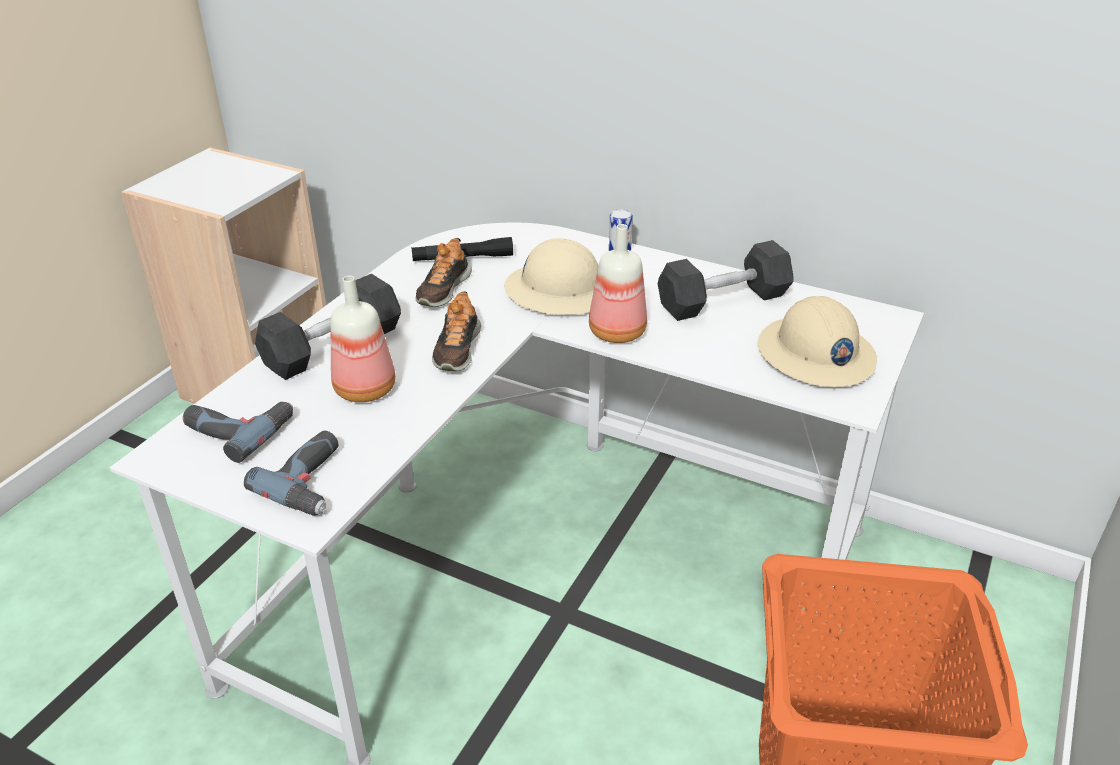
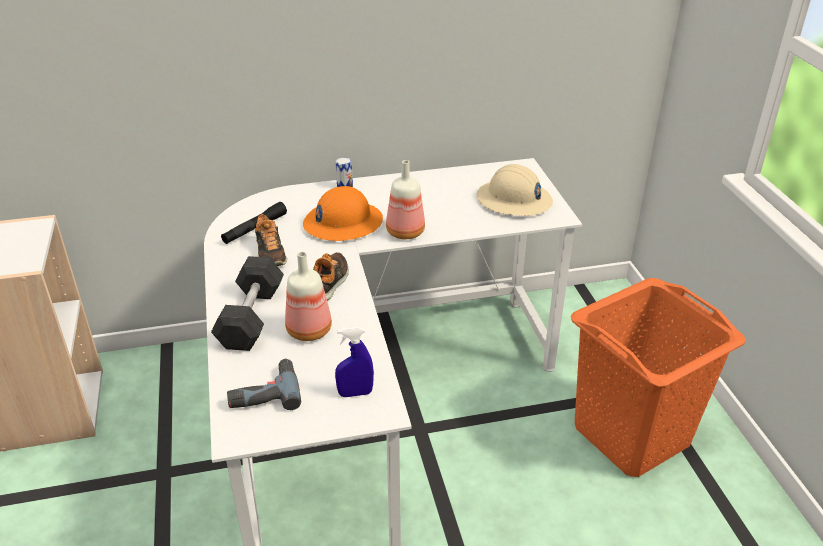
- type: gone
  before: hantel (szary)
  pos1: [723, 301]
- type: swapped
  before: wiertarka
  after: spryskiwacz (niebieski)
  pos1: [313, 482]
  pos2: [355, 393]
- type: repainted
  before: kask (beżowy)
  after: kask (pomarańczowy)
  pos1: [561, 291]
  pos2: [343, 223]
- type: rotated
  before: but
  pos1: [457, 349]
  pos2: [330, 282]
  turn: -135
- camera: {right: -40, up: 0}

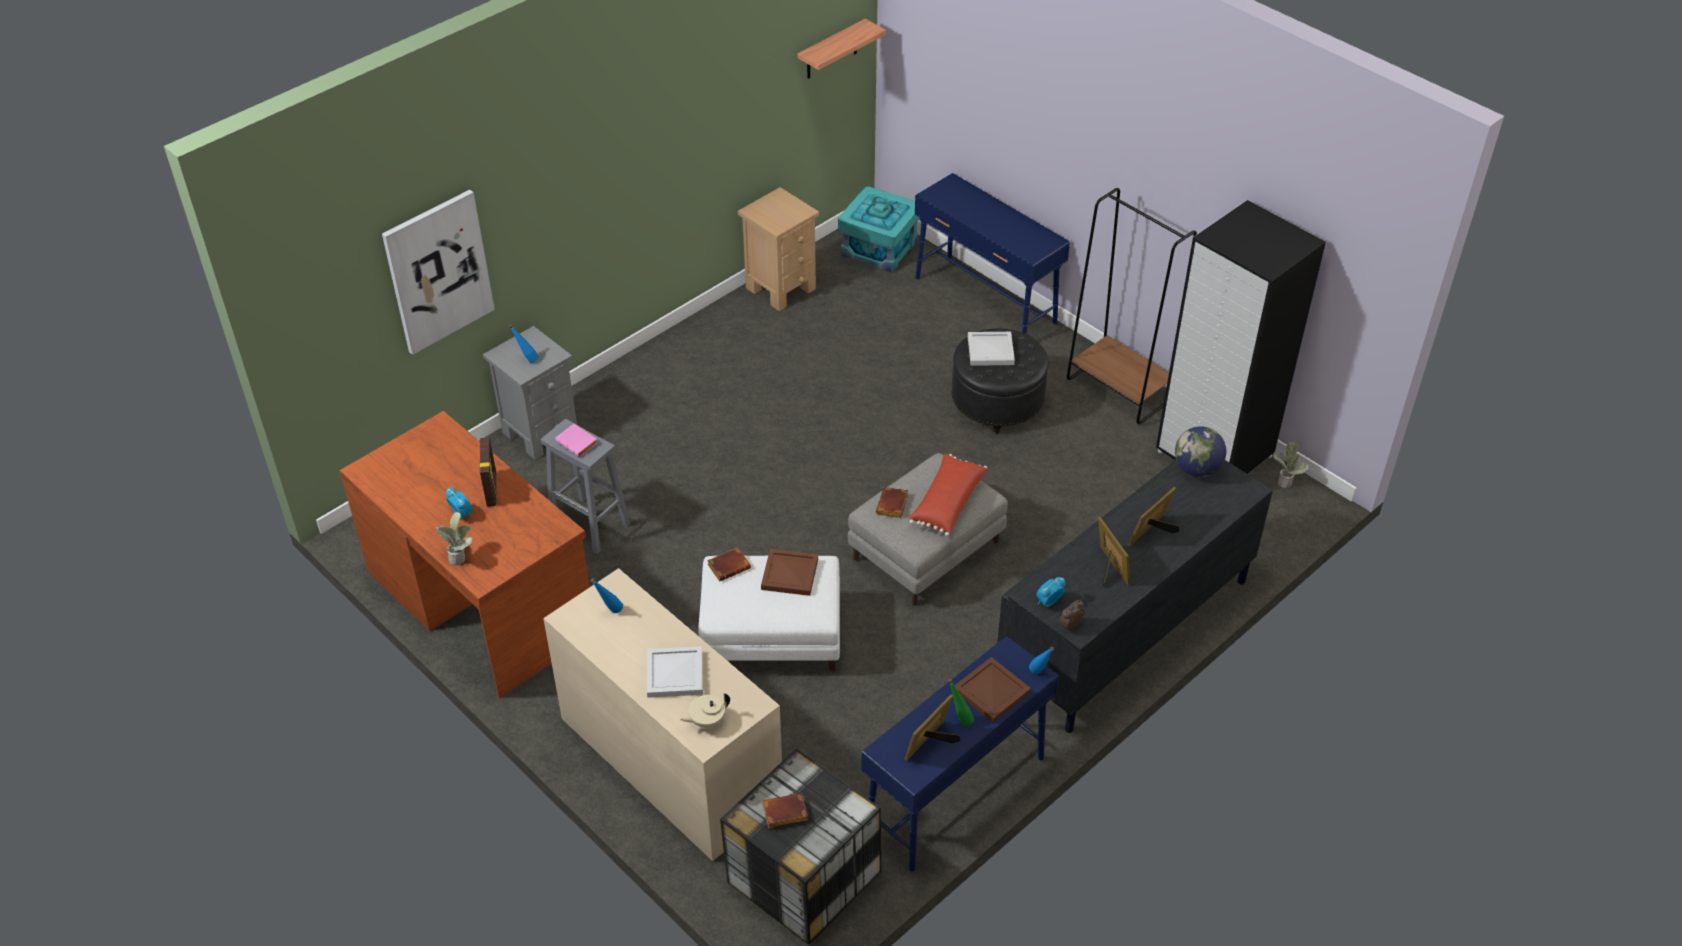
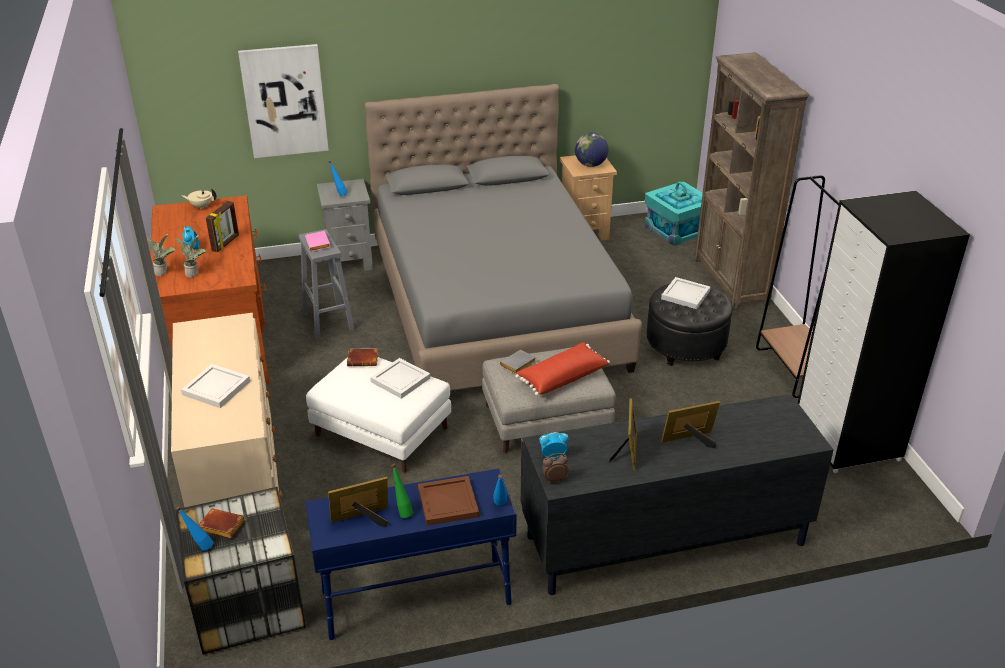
- type: gone
  before: półka
  pos1: [831, 50]
- type: new
  after: łóżko (szary)
  pos2: [495, 304]
- type: shifted
  before: butelka (niebieski)
  pos1: [609, 611]
  pos2: [199, 547]
- type: shifted
  before: imbryk (beżowy)
  pos1: [706, 721]
  pos2: [201, 206]
- type: shifted
  before: globus
  pos1: [1197, 469]
  pos2: [590, 165]
- type: shifted
  before: roślina doniczkowa
  pos1: [1285, 480]
  pos2: [195, 273]
- type: swapped
  before: stolik konsolowy (niebieski)
  after: regał (brązowy)
  pos1: [984, 301]
  pos2: [730, 282]
- type: repainted
  before: taca (brązowy)
  after: taca (biały)
  pos1: [789, 574]
  pos2: [399, 380]
- type: repainted
  before: książka (brązowy)
  after: książka (szary)
  pos1: [893, 506]
  pos2: [518, 365]
- camera: {right: 30, up: -10}

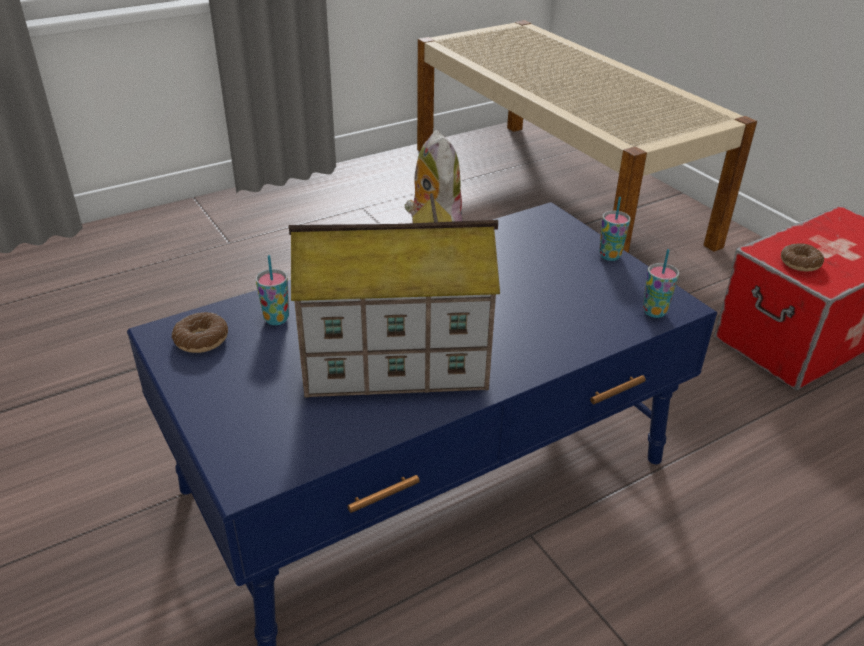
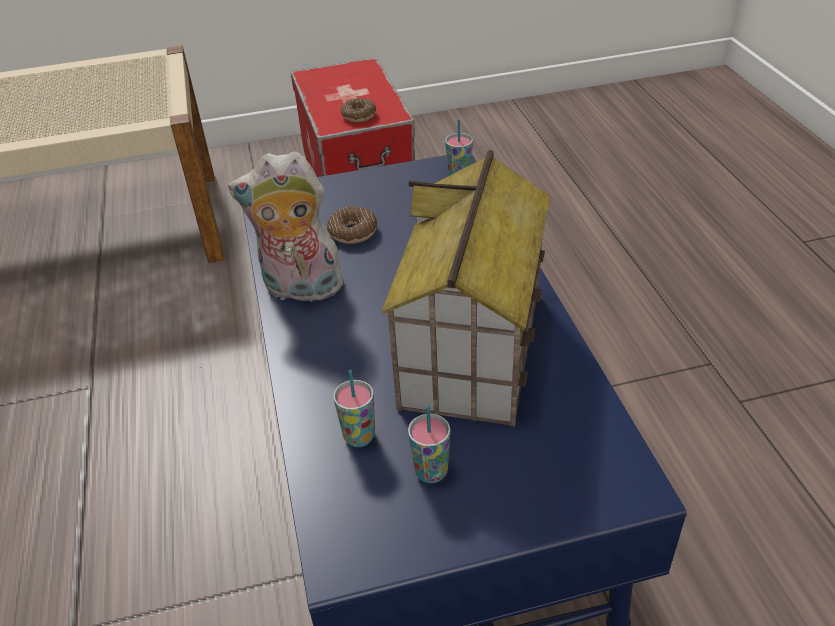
- type: shifted
  before: donut
  pos1: [201, 340]
  pos2: [353, 232]
- type: shifted
  before: filiżanka
  pos1: [609, 256]
  pos2: [431, 472]
- camera: {right: -70, up: 5}

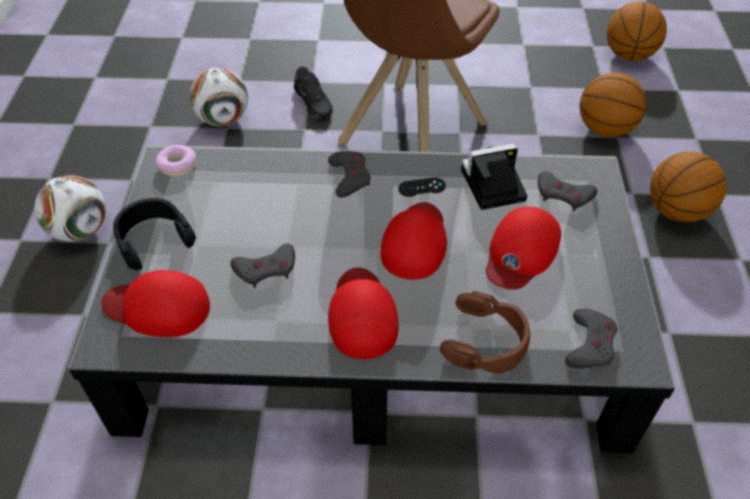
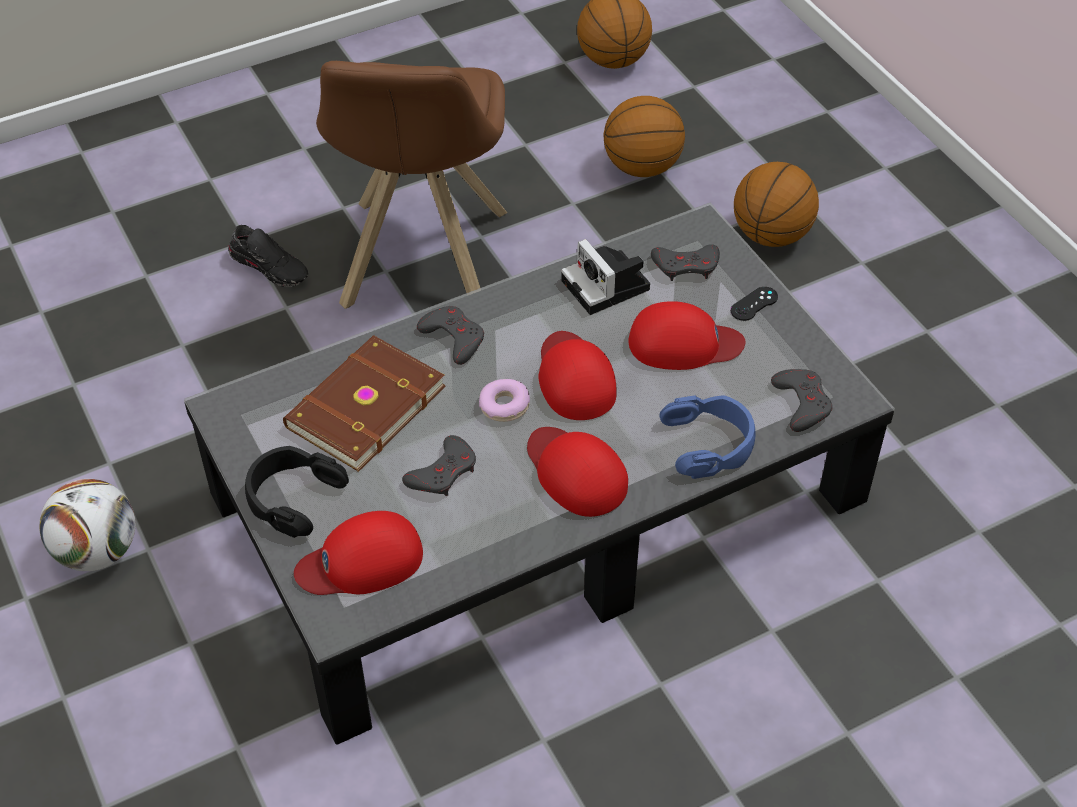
- type: gone
  before: piłka futbolowa
  pos1: [223, 119]
- type: new
  after: książka (brązowy)
  pos2: [363, 406]
- type: shifted
  before: donut
  pos1: [177, 165]
  pos2: [504, 406]
- type: shifted
  before: pad do gier (czarny)
  pos1: [422, 187]
  pos2: [754, 304]
- type: repainted
  before: słuchawki (brązowy)
  after: słuchawki (niebieski)
  pos1: [486, 341]
  pos2: [709, 443]
- type: rotated
  before: aparat fotograficzny
  pos1: [490, 186]
  pos2: [608, 286]
  turn: -75
- type: rotated
  before: czapka z daszkiem (czerwony)
  pos1: [520, 252]
  pos2: [683, 343]
  turn: -90
- camera: {right: -30, up: 0}

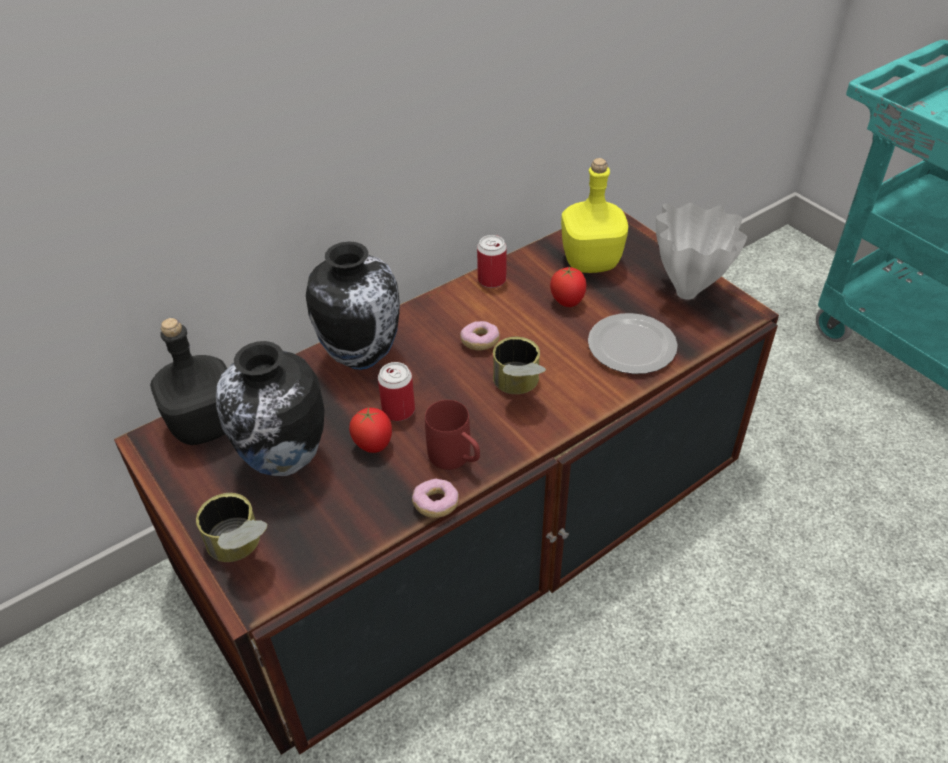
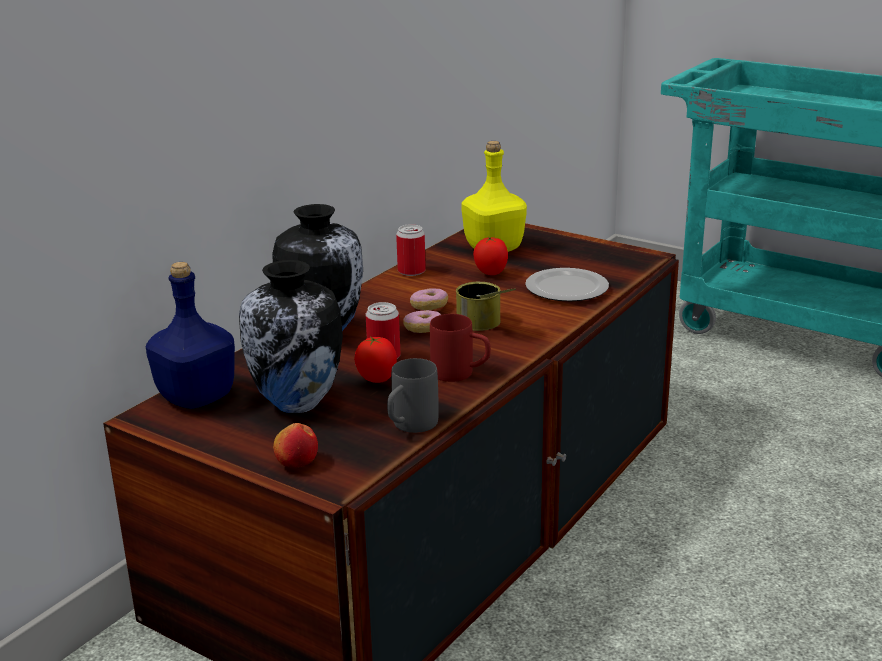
- type: gone
  before: wazon (biały)
  pos1: [687, 294]
- type: new
  after: kubek (szary)
  pos2: [409, 426]
- type: shifted
  before: donut
  pos1: [436, 504]
  pos2: [423, 329]
- type: swapped
  before: puszka
  after: jabłko
  pos1: [240, 550]
  pos2: [296, 462]
- type: repainted
  before: butelka (czarny)
  after: butelka (niebieski)
  pos1: [205, 424]
  pos2: [195, 397]
- camera: {right: -20, up: -20}

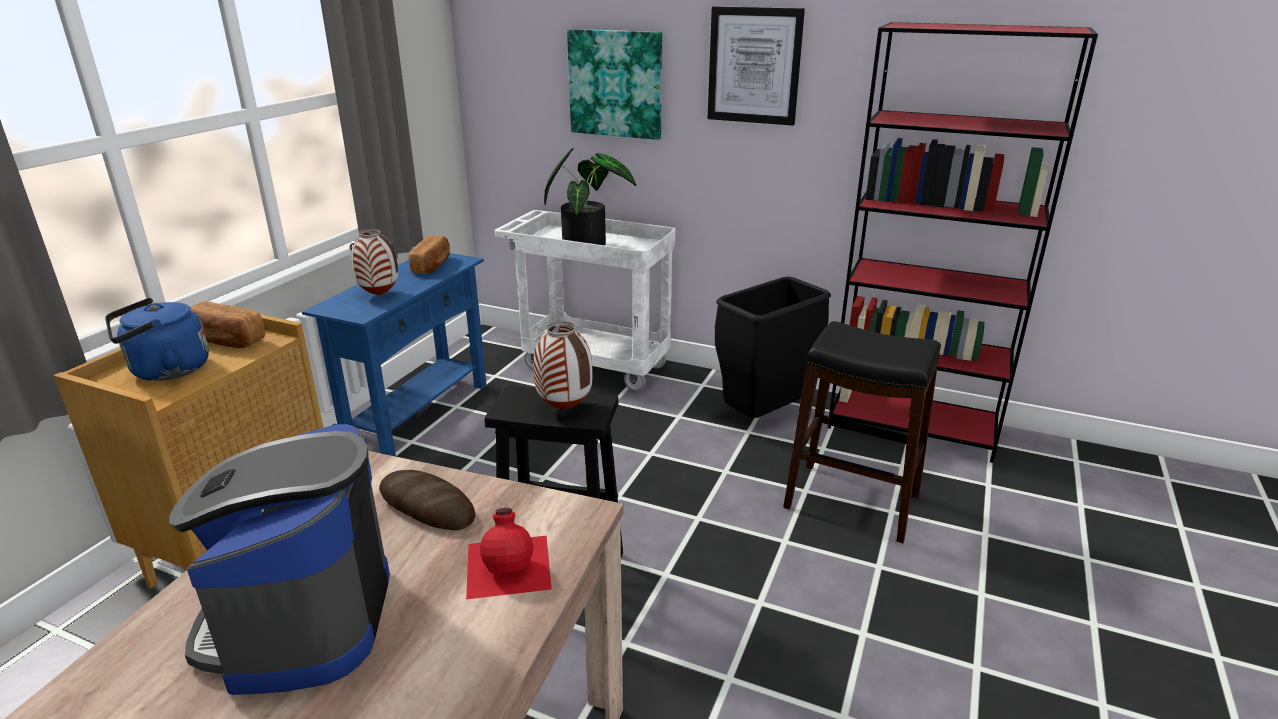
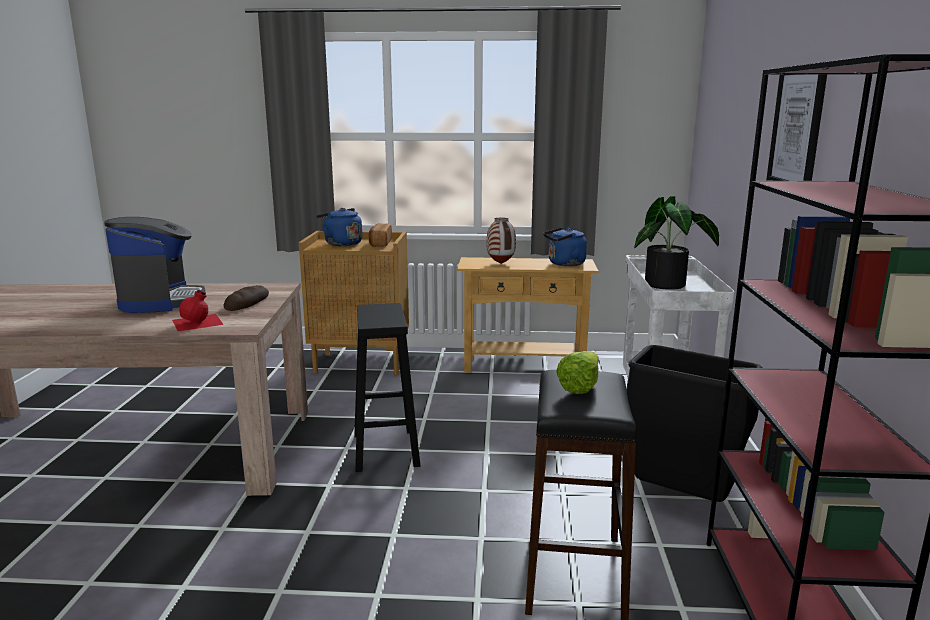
- type: gone
  before: wazon
  pos1: [563, 408]
- type: gone
  before: obraz
  pos1: [616, 84]
- type: new
  after: sałata
  pos2: [583, 385]
- type: swapped
  before: chleb
  after: czajnik (niebieski)
  pos1: [432, 265]
  pos2: [564, 264]
- type: repainted
  before: stolik konsolowy (niebieski)
  after: stolik konsolowy (beżowy)
  pos1: [419, 414]
  pos2: [524, 366]
- type: rotated
  before: ekspres do kawy
  pos1: [301, 620]
  pos2: [161, 301]
  turn: 105
- camera: {right: 70, up: -10}

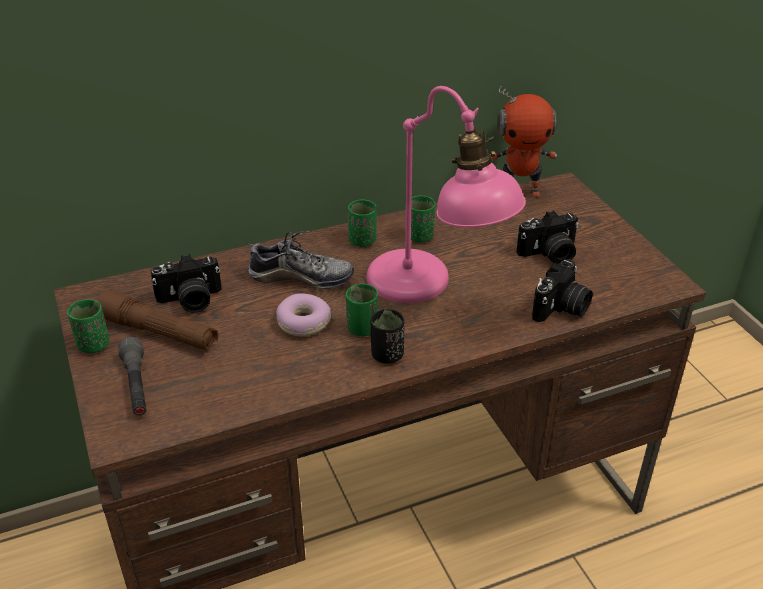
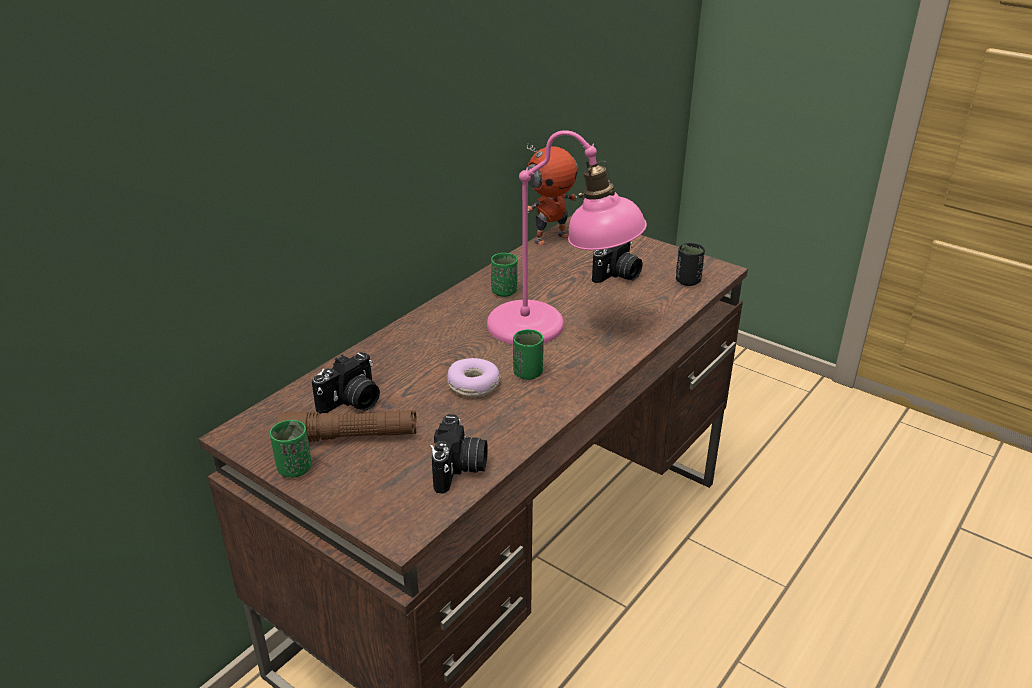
- type: gone
  before: latarka (szary)
  pos1: [136, 386]
- type: gone
  before: but
  pos1: [301, 277]
- type: gone
  before: filiżanka (zielony)
  pos1: [362, 241]
- type: shifted
  before: filiżanka (czarny)
  pos1: [387, 355]
  pos2: [687, 281]
- type: shifted
  before: aparat fotograficzny
  pos1: [561, 308]
  pos2: [460, 469]
- camera: {right: -30, up: -5}

